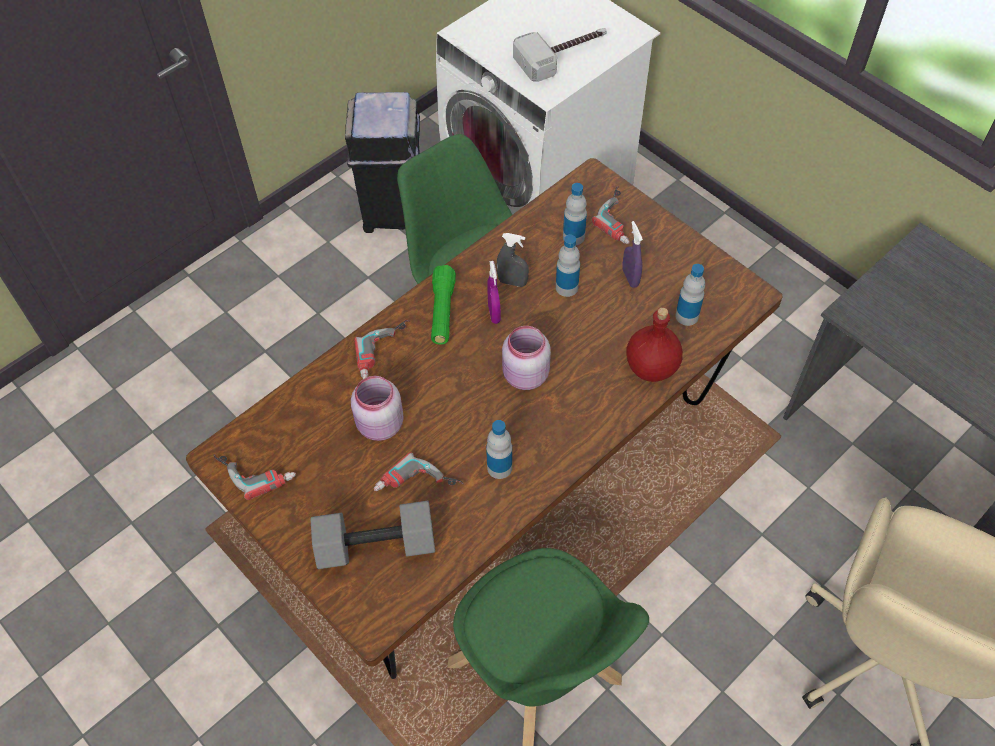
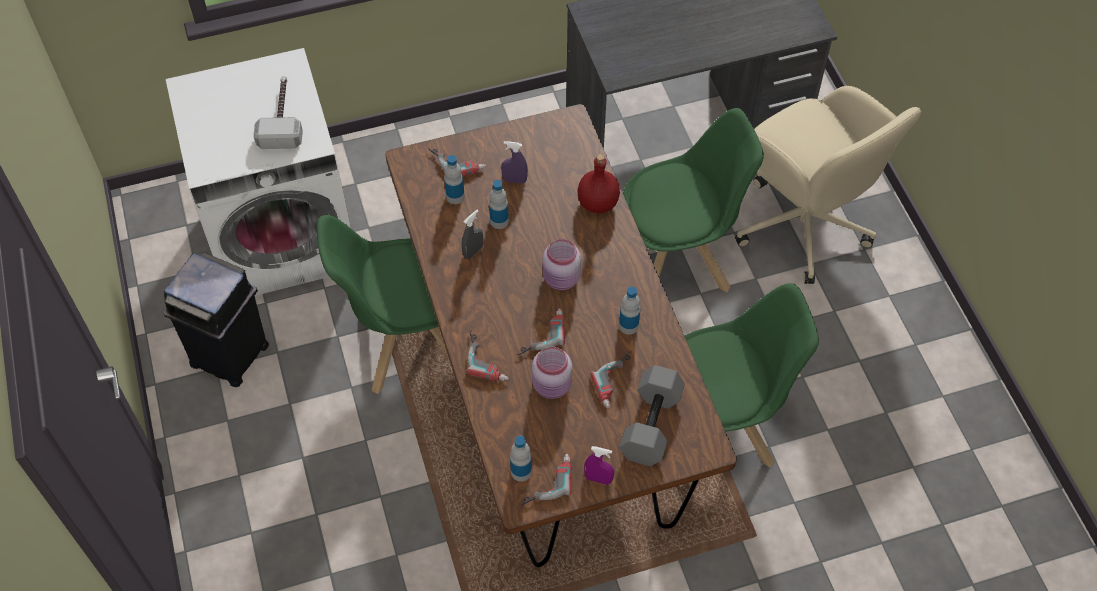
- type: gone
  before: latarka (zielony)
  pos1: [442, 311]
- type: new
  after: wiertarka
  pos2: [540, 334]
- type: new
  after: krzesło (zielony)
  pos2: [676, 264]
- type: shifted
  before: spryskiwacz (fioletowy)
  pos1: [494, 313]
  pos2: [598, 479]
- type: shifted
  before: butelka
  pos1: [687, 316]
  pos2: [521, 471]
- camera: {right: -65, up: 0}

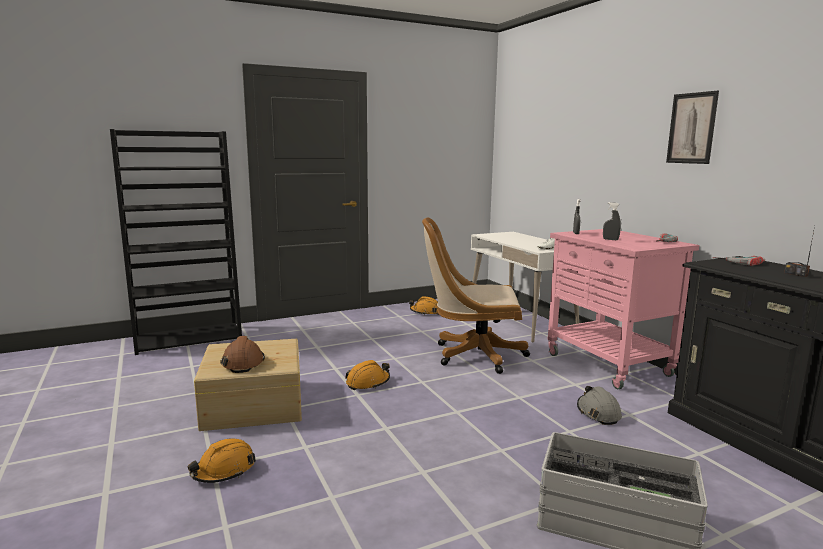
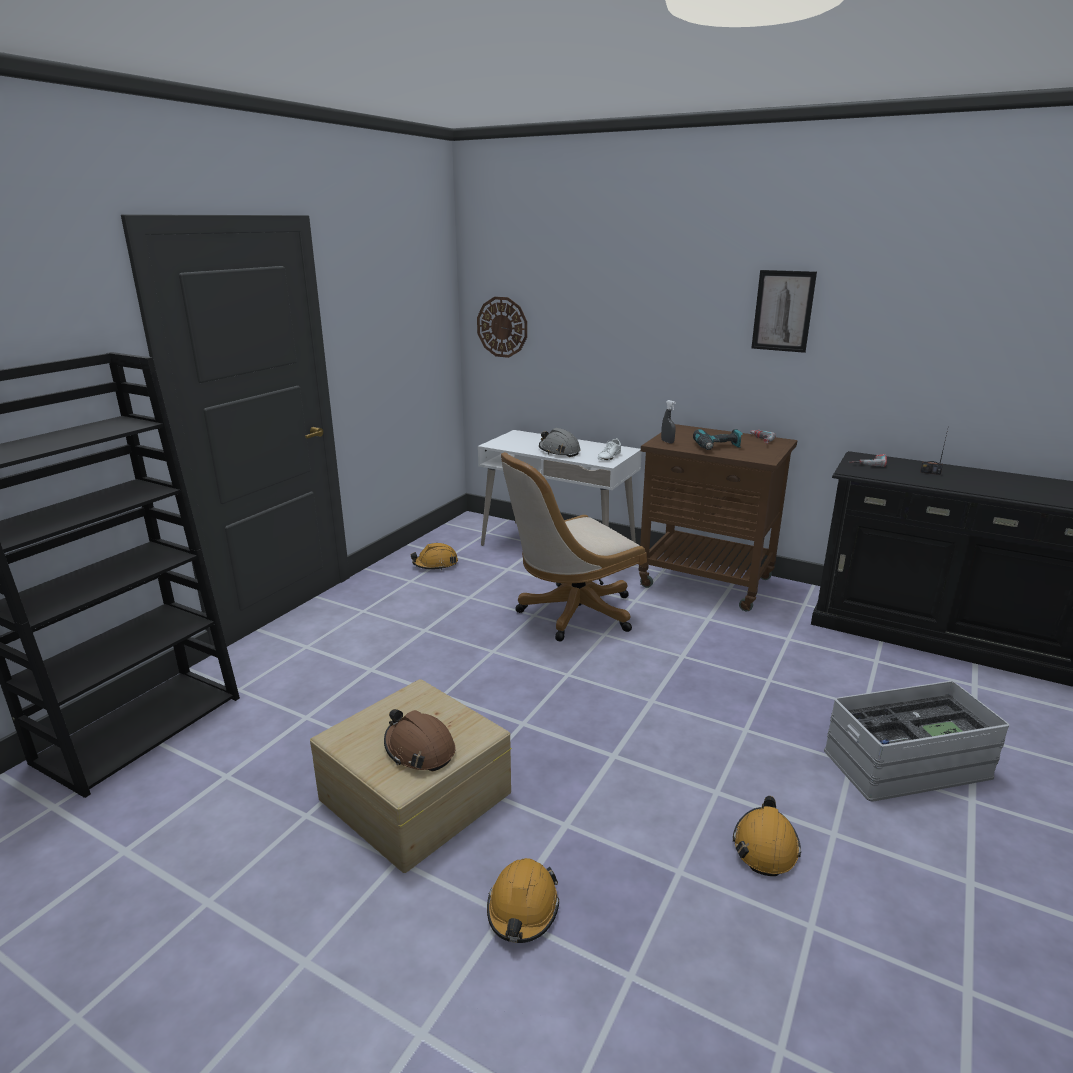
- type: new
  after: zegar ścienny
  pos2: [502, 327]
- type: shifted
  before: kask (pomarańczowy)
  pos1: [368, 383]
  pos2: [765, 846]
- type: shifted
  before: kask (szary)
  pos1: [598, 413]
  pos2: [559, 451]
- type: swapped
  before: spryskiwacz (szary)
  after: wiertarka
  pos1: [610, 239]
  pos2: [718, 447]
- type: repainted
  before: wózek (różowy)
  after: wózek (brązowy)
  pos1: [608, 365]
  pos2: [707, 583]
- camera: {right: -35, up: 10}

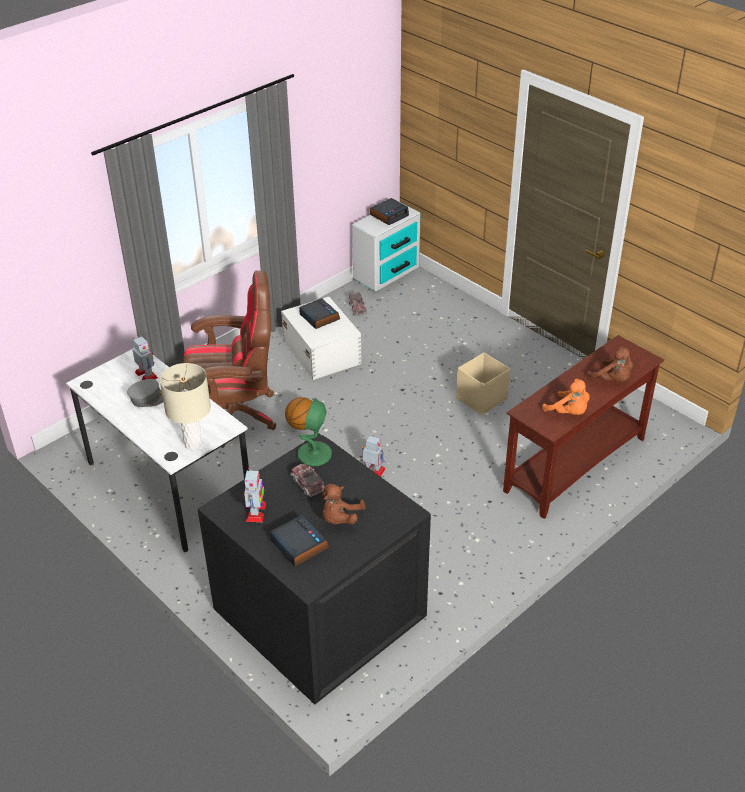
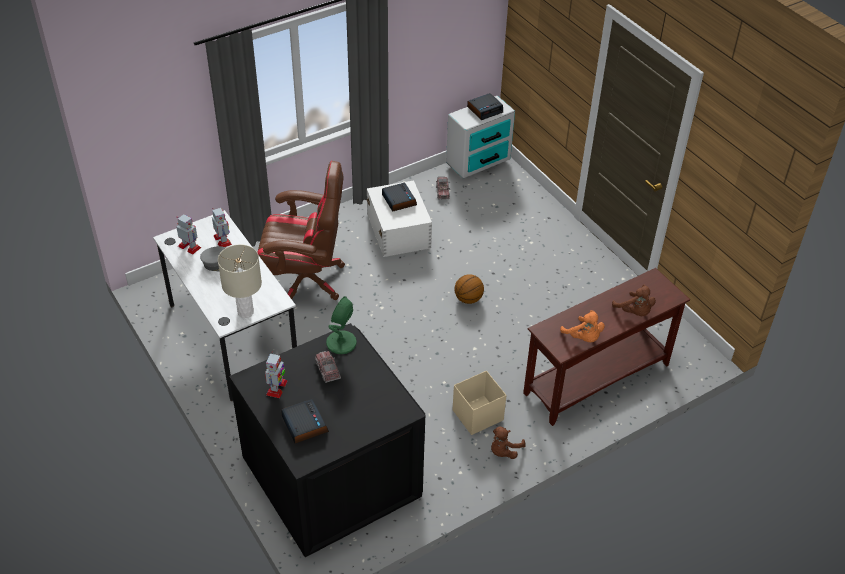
- type: shifted
  before: piłka do koszykówki
  pos1: [302, 425]
  pos2: [468, 299]
- type: shifted
  before: pluszak (brązowy)
  pos1: [339, 518]
  pos2: [504, 451]
- type: shifted
  before: robot zabawkowy
  pos1: [373, 470]
  pos2: [189, 247]
- type: shifted
  before: pojemnik do przechowywania (beżowy)
  pos1: [480, 399]
  pos2: [477, 415]
- camera: {right: 10, up: 5}

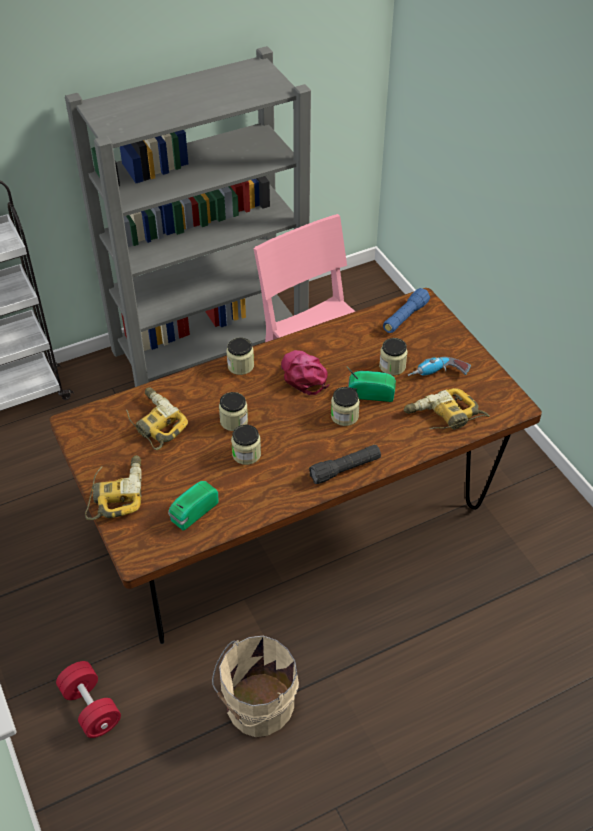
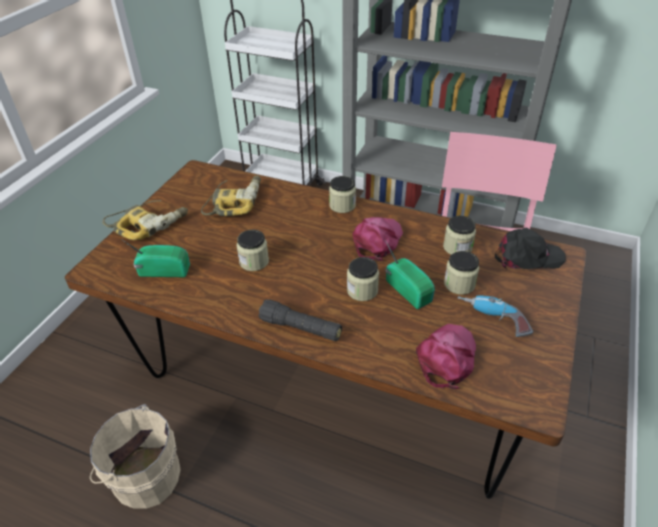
- type: gone
  before: hantel (czerwony)
  pos1: [91, 707]
- type: shifted
  before: słoik
  pos1: [234, 421]
  pos2: [457, 247]
- type: swapped
  before: latarka (niebieski)
  after: czapka z daszkiem (czarny)
  pos1: [405, 317]
  pos2: [527, 257]
- type: swapped
  before: wiertarka
  after: czapka z daszkiem (różowy)
  pos1: [444, 417]
  pos2: [446, 358]
- camera: {right: 50, up: -5}

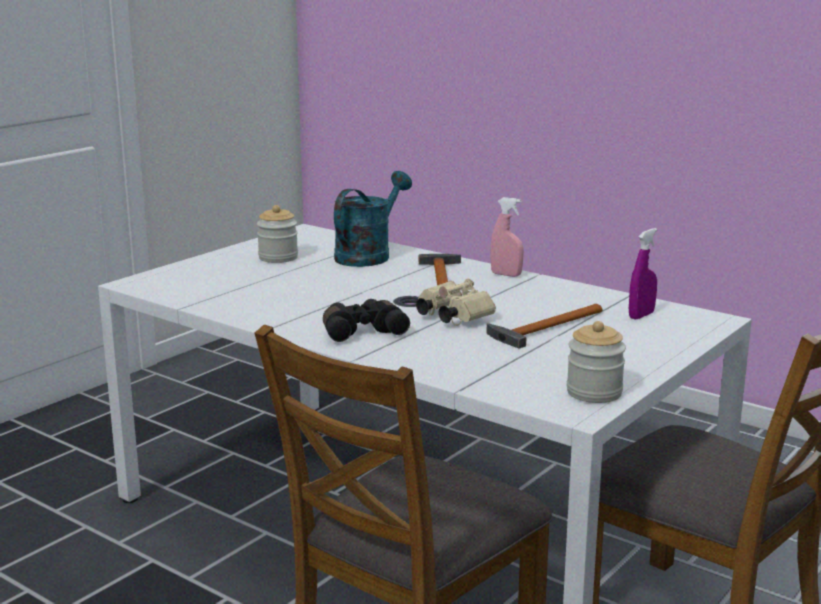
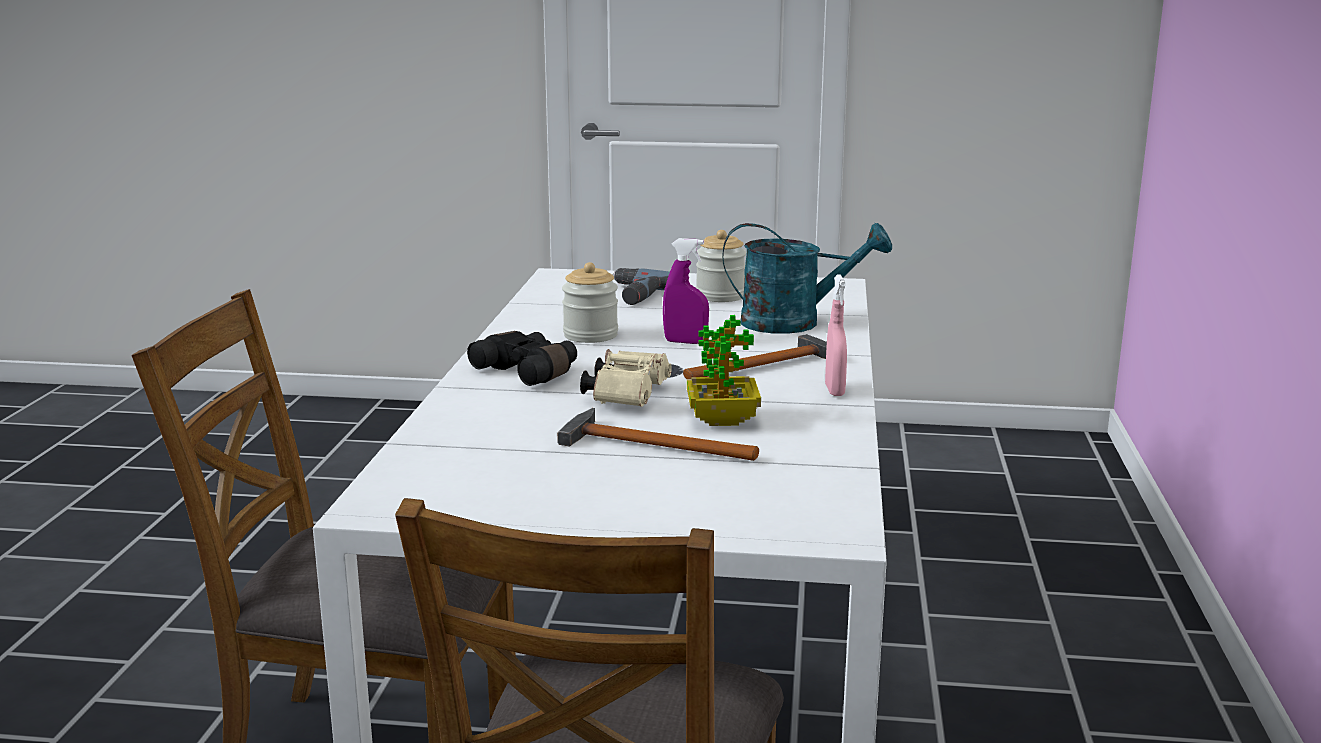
- type: new
  after: wiertarka
  pos2: [633, 294]
- type: new
  after: roślina doniczkowa
  pos2: [722, 420]
- type: shifted
  before: słoik
  pos1: [594, 392]
  pos2: [590, 335]
- type: shifted
  before: spryskiwacz (fioletowy)
  pos1: [641, 315]
  pos2: [685, 342]
- camera: {right: 60, up: 0}

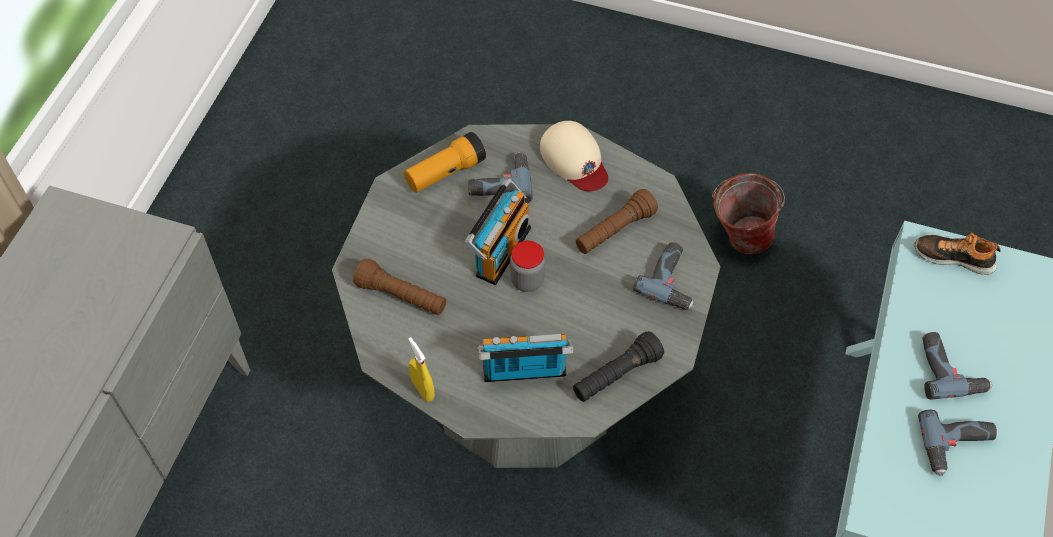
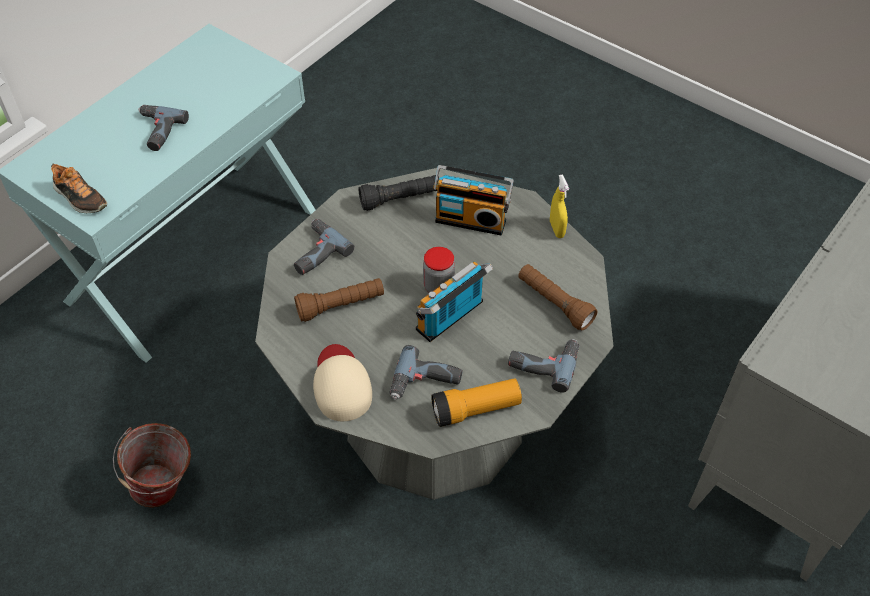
- type: shifted
  before: wiertarka
  pos1: [957, 447]
  pos2: [543, 362]
- camera: {right: -160, up: -5}

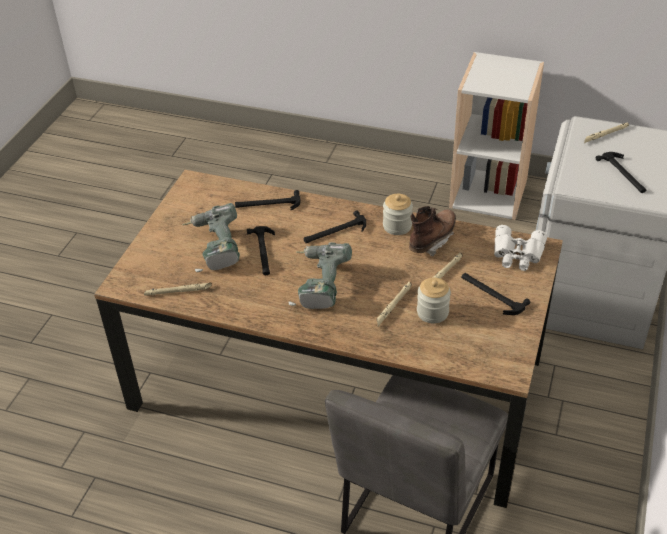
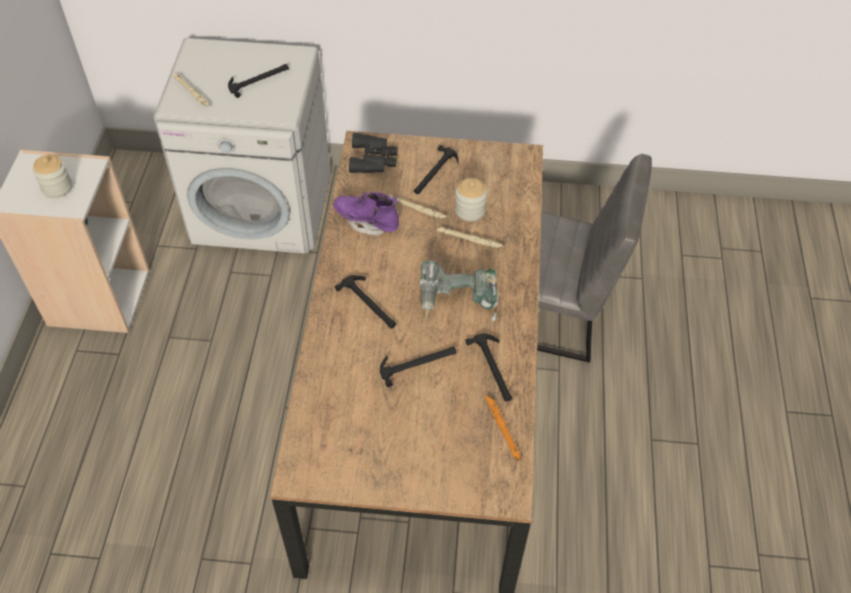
- type: gone
  before: wiertarka
  pos1: [214, 248]
- type: shifted
  before: młotek
  pos1: [268, 204]
  pos2: [493, 368]
- type: shifted
  before: słoik
  pos1: [397, 226]
  pos2: [57, 187]
- type: repainted
  before: latarka (beżowy)
  after: latarka (pomarańczowy)
  pos1: [178, 291]
  pos2: [502, 429]
- type: repainted
  before: but z cholewką (brązowy)
  after: but z cholewką (fioletowy)
  pos1: [432, 240]
  pos2: [367, 222]
- type: repainted
  before: lornetka (biały)
  after: lornetka (czarny)
  pos1: [517, 254]
  pos2: [374, 159]
- camera: {right: -105, up: 10}

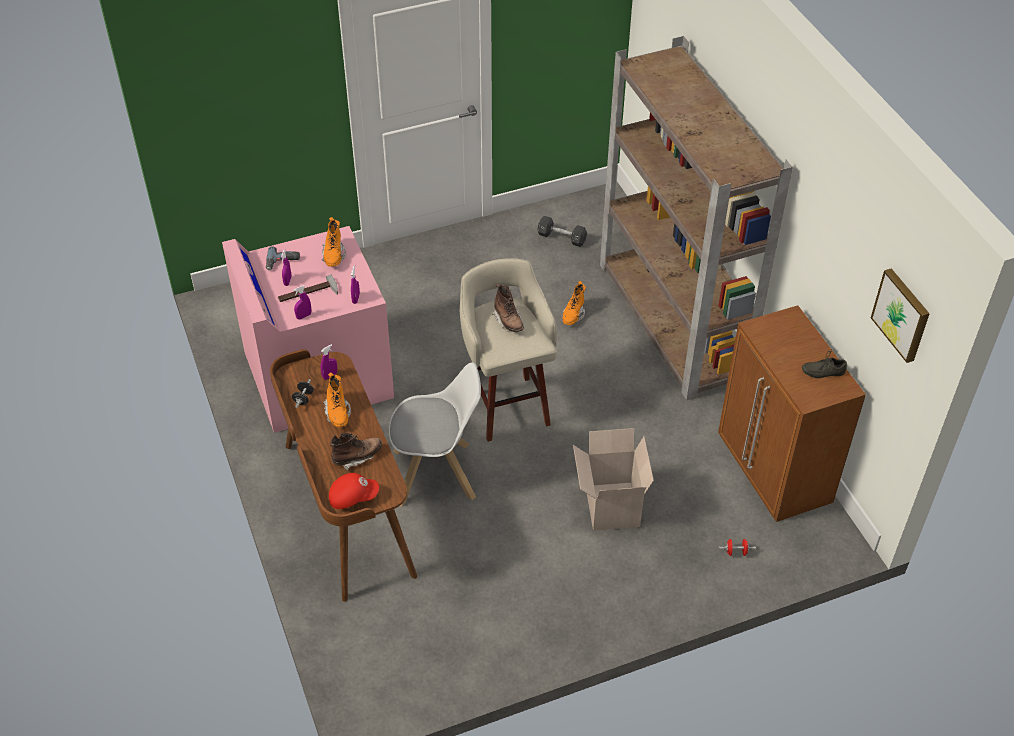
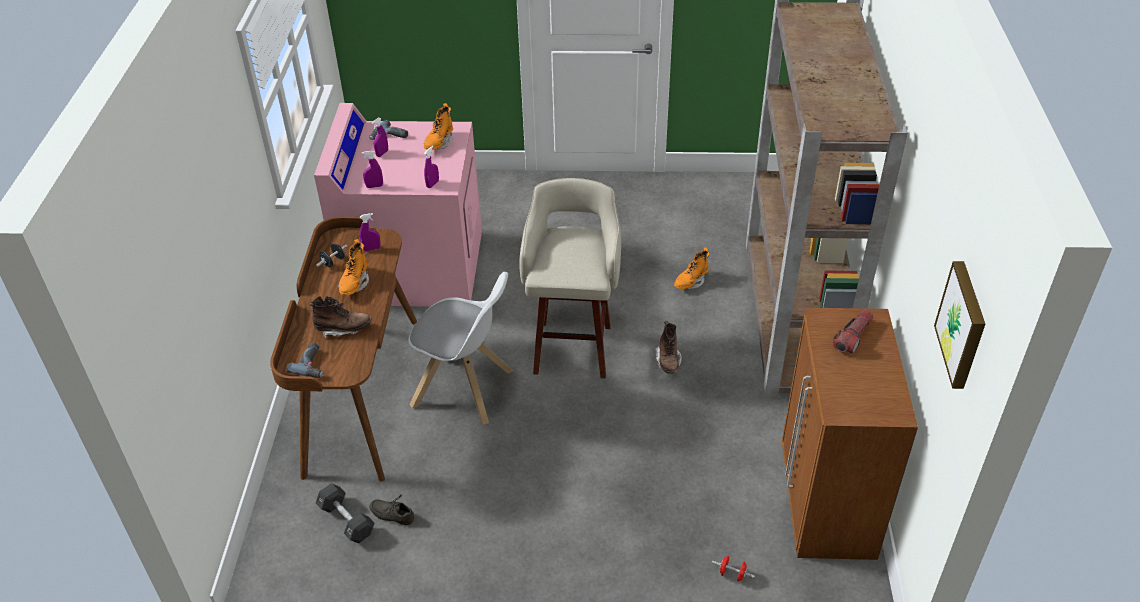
- type: gone
  before: młotek
  pos1: [308, 294]
- type: gone
  before: karton
  pos1: [610, 506]
- type: new
  after: latarka
  pos2: [852, 337]
- type: shifted
  before: but z cholewką (brązowy)
  pos1: [508, 321]
  pos2: [668, 361]
- type: shifted
  before: hantel (czarny)
  pos1: [561, 237]
  pos2: [346, 520]
- type: shifted
  before: but (szary)
  pos1: [822, 371]
  pos2: [393, 513]
- type: swapped
  before: czapka z daszkiem (czerwony)
  after: wiertarka
  pos1: [353, 497]
  pos2: [313, 364]
- camera: {right: 25, up: -5}

